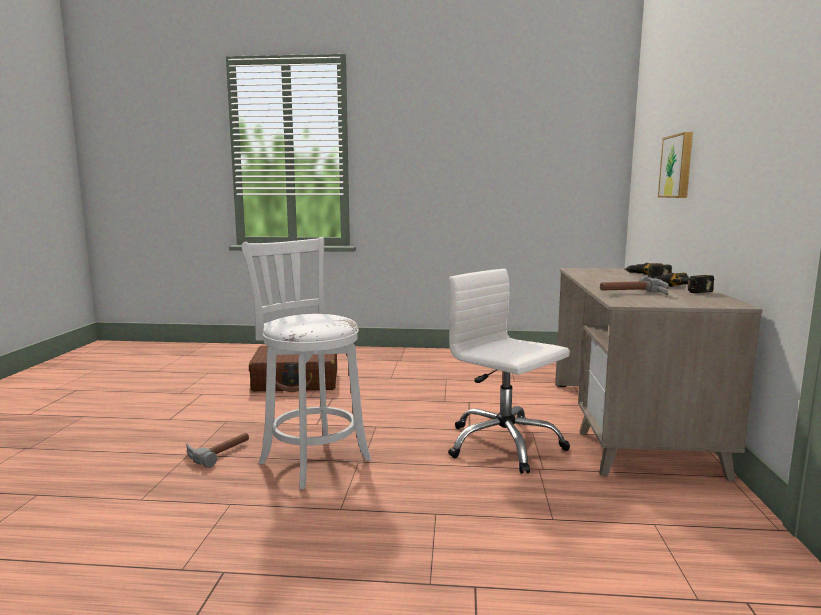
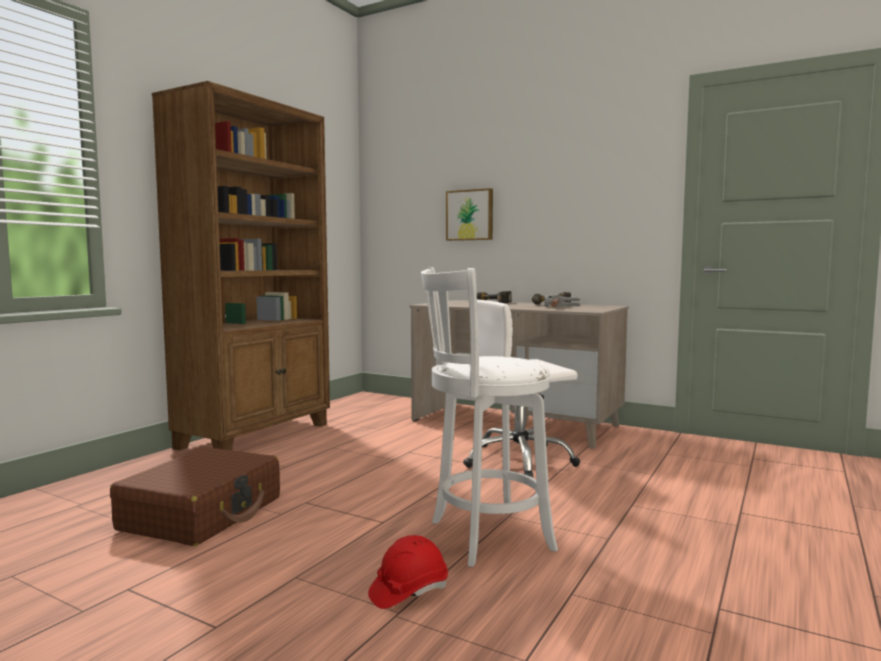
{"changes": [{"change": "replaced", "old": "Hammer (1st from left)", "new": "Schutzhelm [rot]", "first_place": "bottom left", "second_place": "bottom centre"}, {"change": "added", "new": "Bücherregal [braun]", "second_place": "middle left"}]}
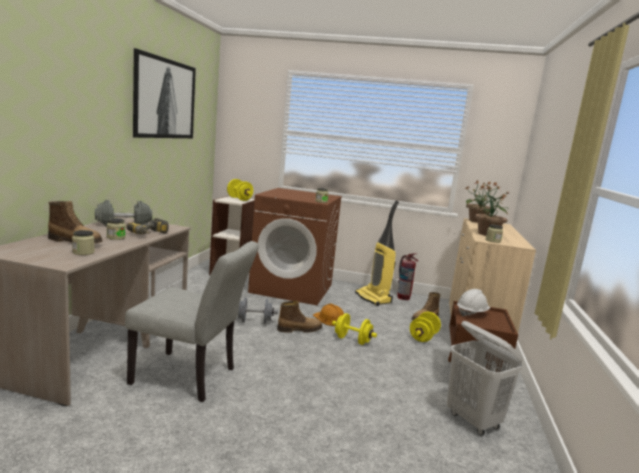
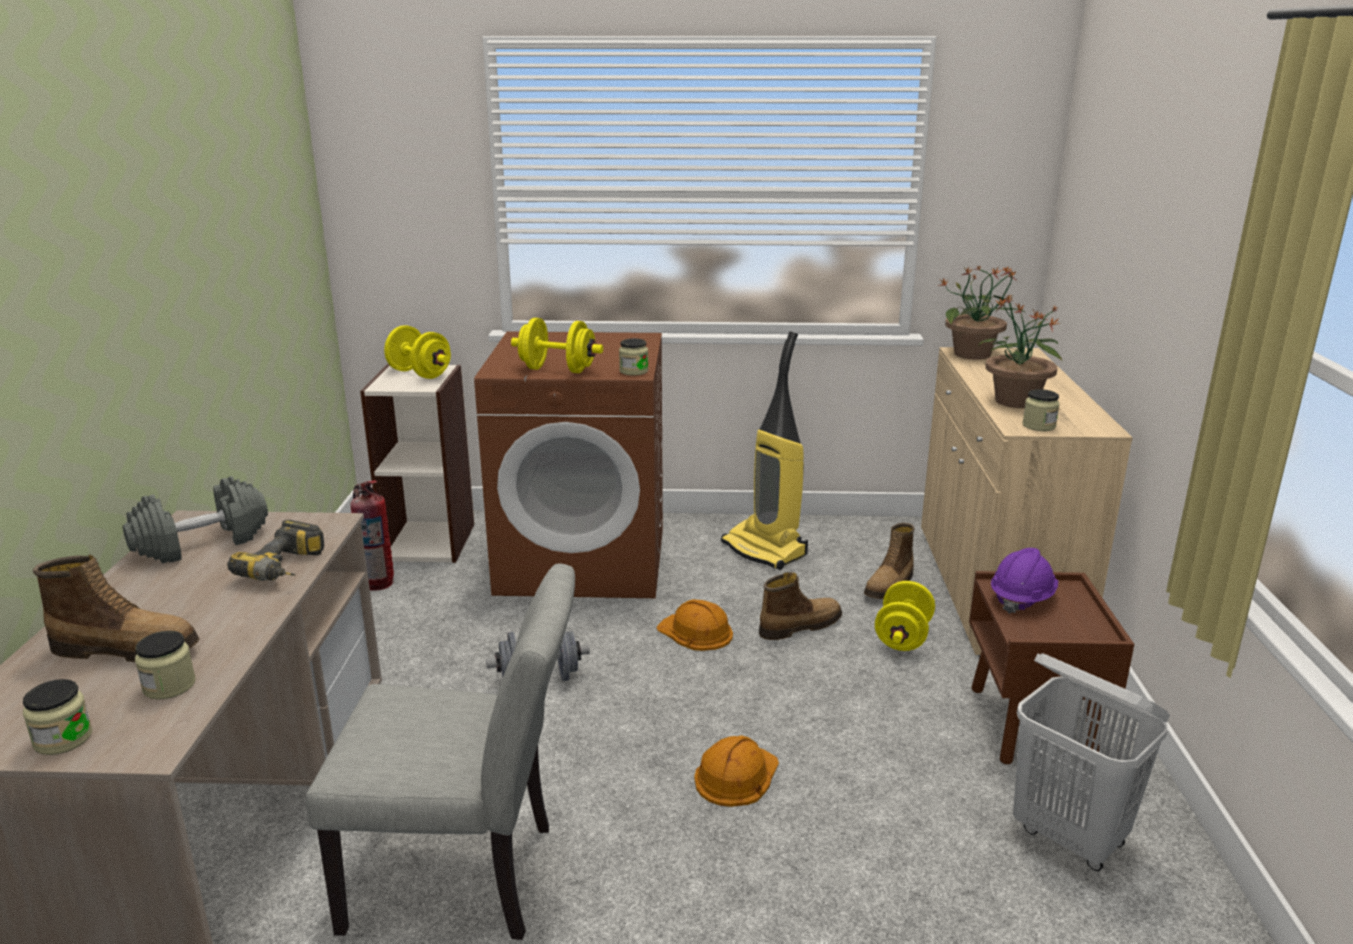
{"changes": [{"change": "removed", "old": "Bild", "first_place": "top left"}, {"change": "moved", "old": "Vorratsglas (2nd from left in the first image)", "new": "Vorratsglas (1st from left)", "first_place": "middle left", "second_place": "bottom left"}, {"change": "moved", "old": "Feuerlöscher", "first_place": "centre", "second_place": "middle left"}, {"change": "recoloured", "old": "Schutzhelm [weiß]", "new": "Schutzhelm [lila]", "first_place": "middle right", "second_place": "middle right"}, {"change": "moved", "old": "Stiefel (2nd from left)", "first_place": "bottom centre", "second_place": "centre"}, {"change": "moved", "old": "Hantel [gelb] (2nd from left)", "first_place": "bottom centre", "second_place": "centre"}, {"change": "added", "new": "Schutzhelm [orange] (2nd from left)", "second_place": "bottom centre"}]}
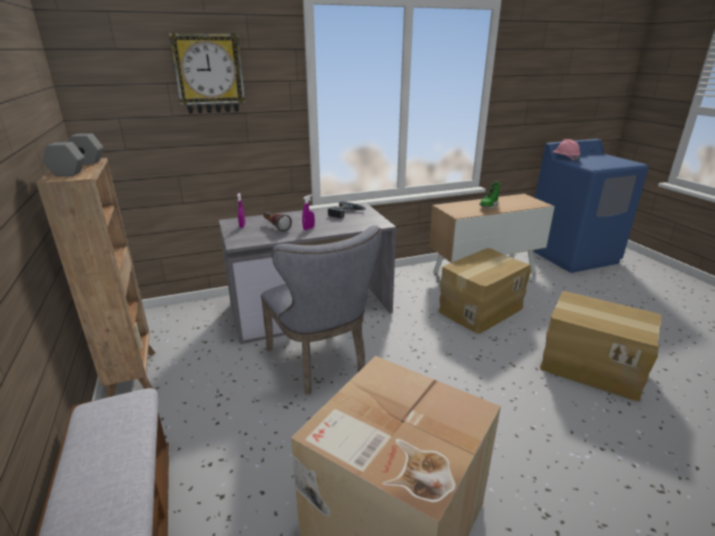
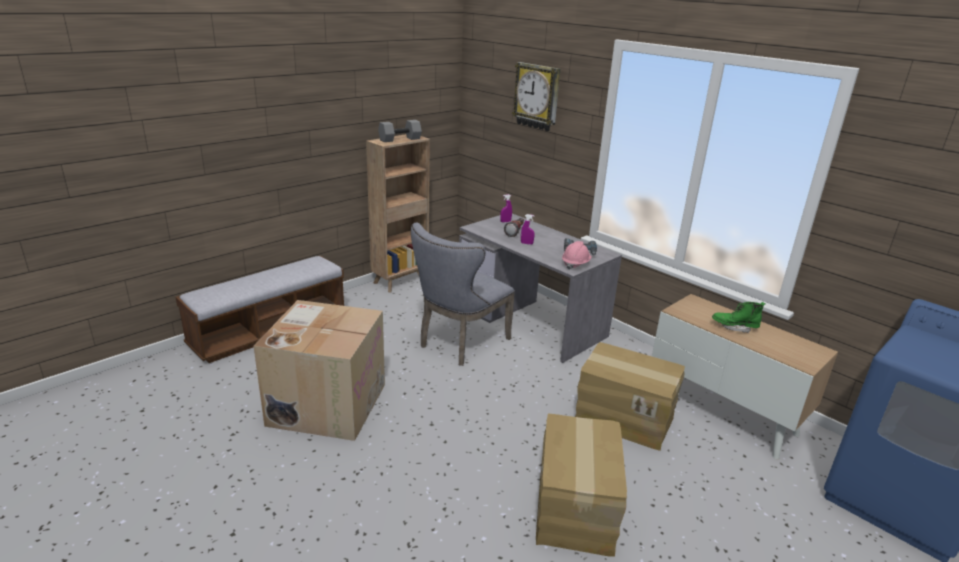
{"changes": [{"change": "moved", "old": "Schutzhelm [rosa]", "first_place": "top right", "second_place": "centre"}]}
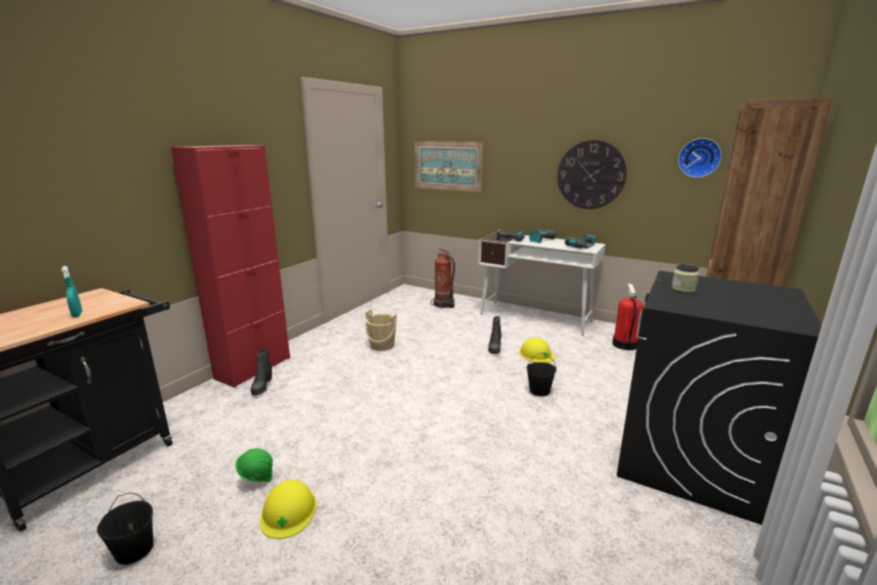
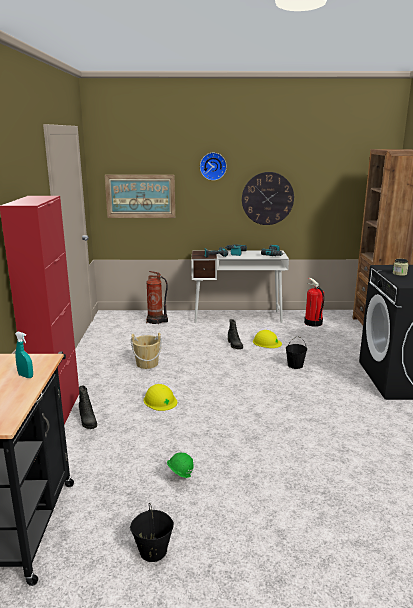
{"changes": [{"change": "moved", "old": "Wanduhr (2nd from left in the first image)", "new": "Wanduhr (1st from left)", "first_place": "top right", "second_place": "top centre"}, {"change": "moved", "old": "Schutzhelm [gelb] (1st from left)", "first_place": "bottom left", "second_place": "centre"}]}
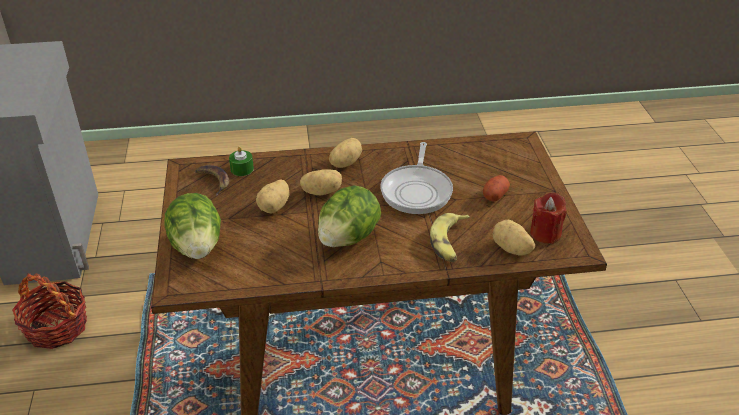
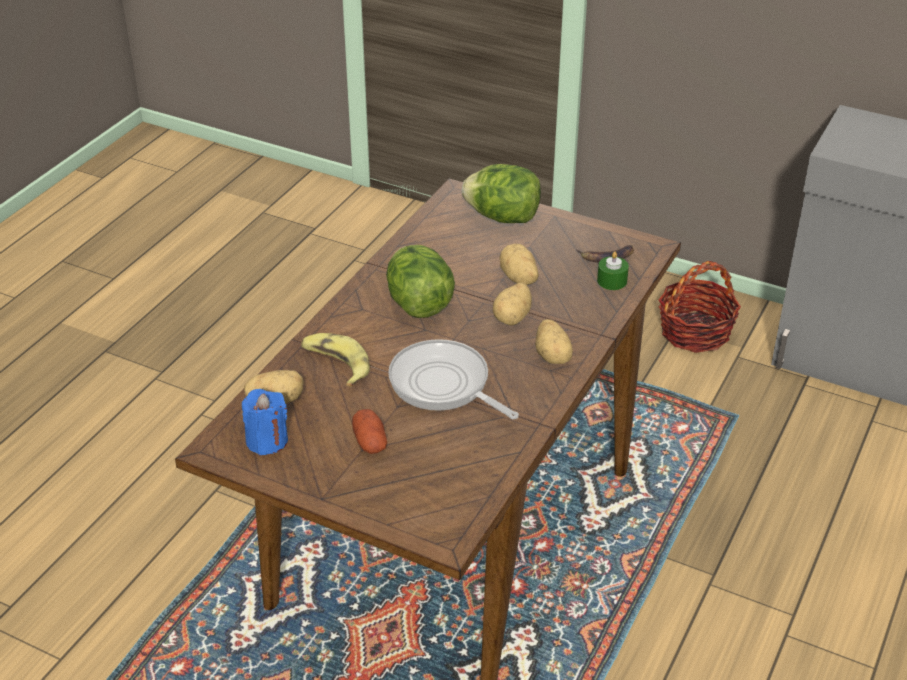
{"changes": [{"change": "recoloured", "old": "Kerze [rot]", "new": "Kerze [blau]", "first_place": "middle right", "second_place": "middle left"}]}
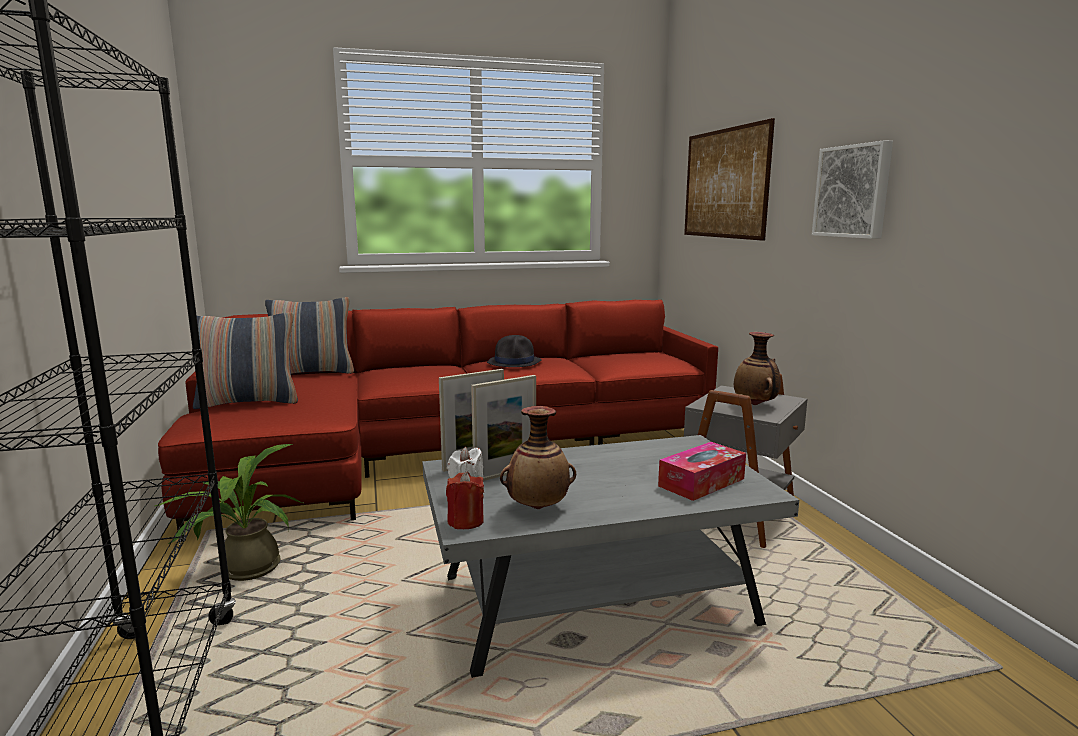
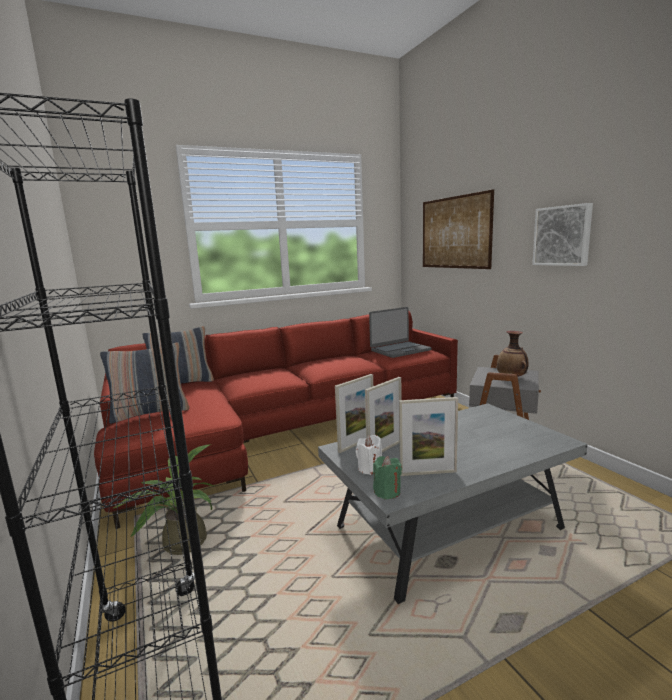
{"changes": [{"change": "removed", "old": "Hut [schwarz]", "first_place": "centre"}, {"change": "replaced", "old": "Vase (1st from left)", "new": "Bilderrahmen (3rd from left)", "first_place": "centre", "second_place": "centre"}, {"change": "removed", "old": "Taschentuchbox", "first_place": "centre"}, {"change": "recoloured", "old": "Kerze [rot]", "new": "Kerze [grün]", "first_place": "bottom centre", "second_place": "bottom centre"}, {"change": "added", "new": "Laptop", "second_place": "centre"}]}
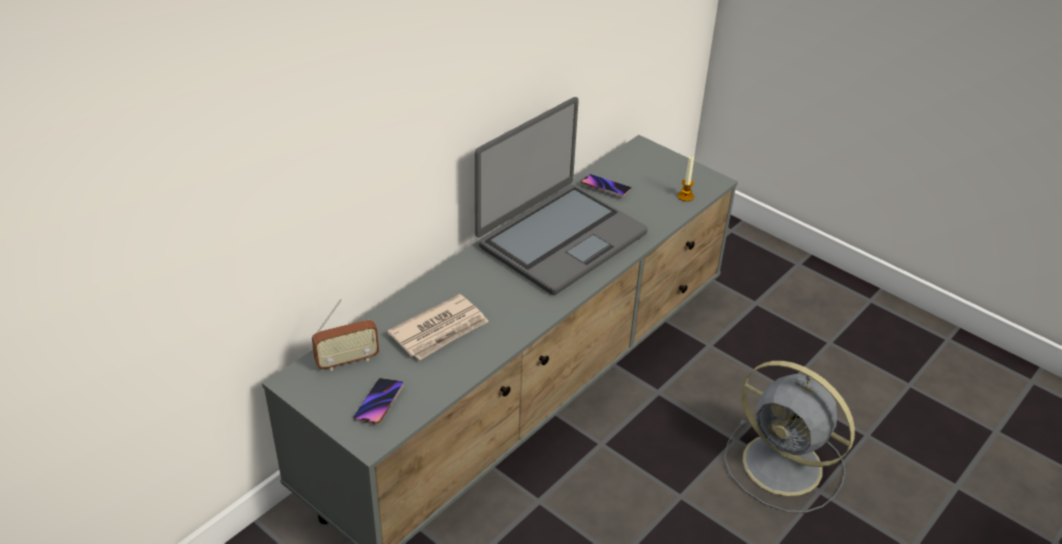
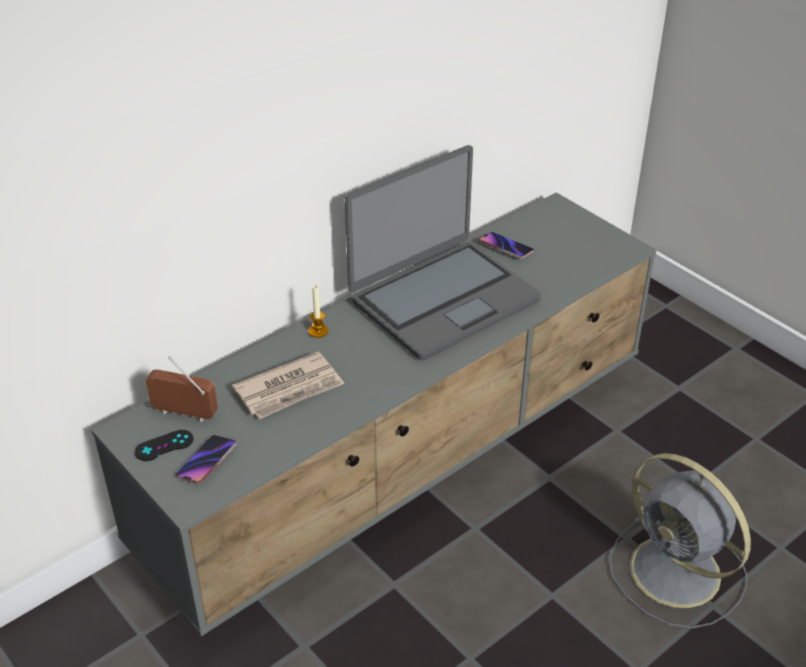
{"changes": [{"change": "moved", "old": "Kerze", "first_place": "top centre", "second_place": "centre"}, {"change": "turned", "old": "Radio", "first_place": "middle left", "second_place": "middle left", "degrees": -150}, {"change": "added", "new": "Gamepad [schwarz]", "second_place": "bottom left"}]}
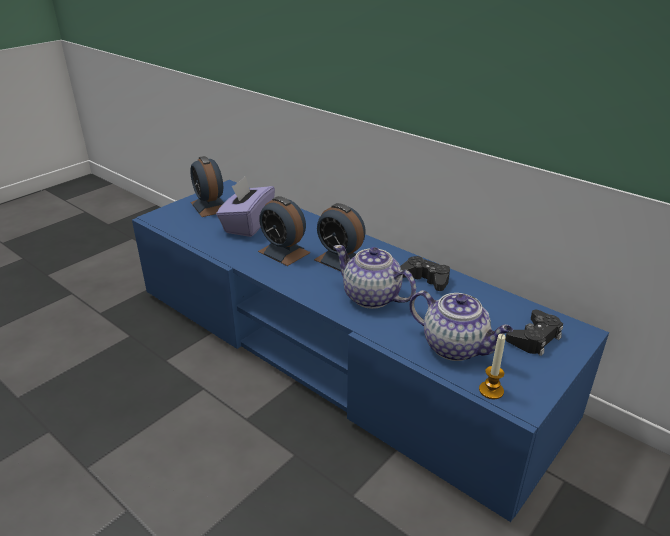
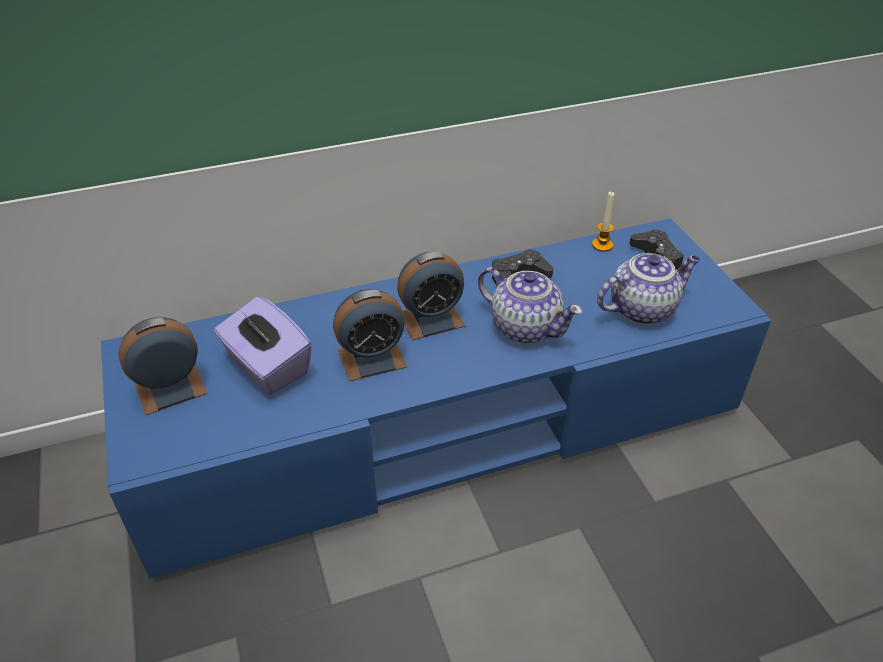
{"changes": [{"change": "turned", "old": "Wecker (1st from left)", "first_place": "middle left", "second_place": "middle left", "degrees": 150}, {"change": "turned", "old": "Teekanne (1st from left)", "first_place": "centre", "second_place": "centre", "degrees": -120}, {"change": "moved", "old": "Kerze", "first_place": "bottom right", "second_place": "middle right"}]}
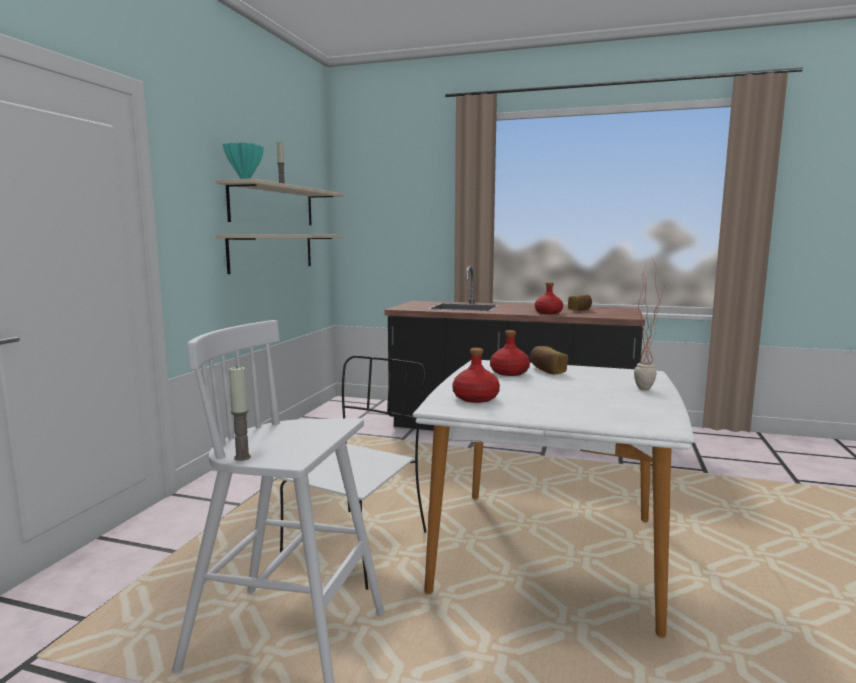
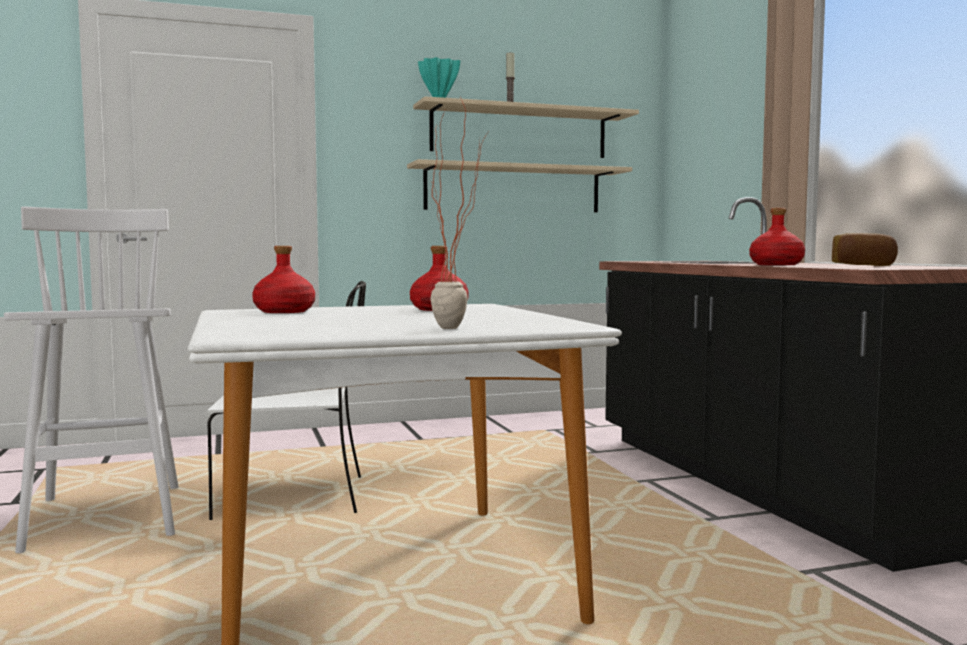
{"changes": [{"change": "removed", "old": "Brot (1st from left)", "first_place": "centre"}, {"change": "removed", "old": "Kerze (1st from left)", "first_place": "middle left"}]}
